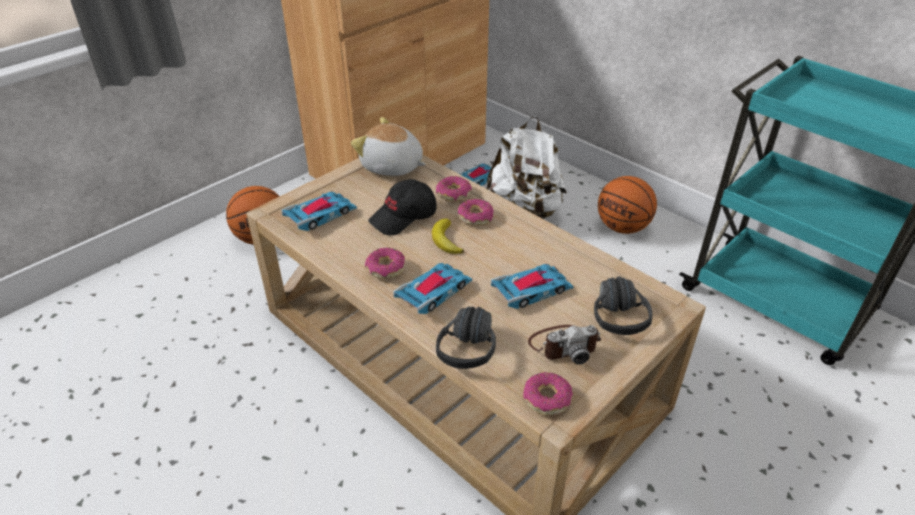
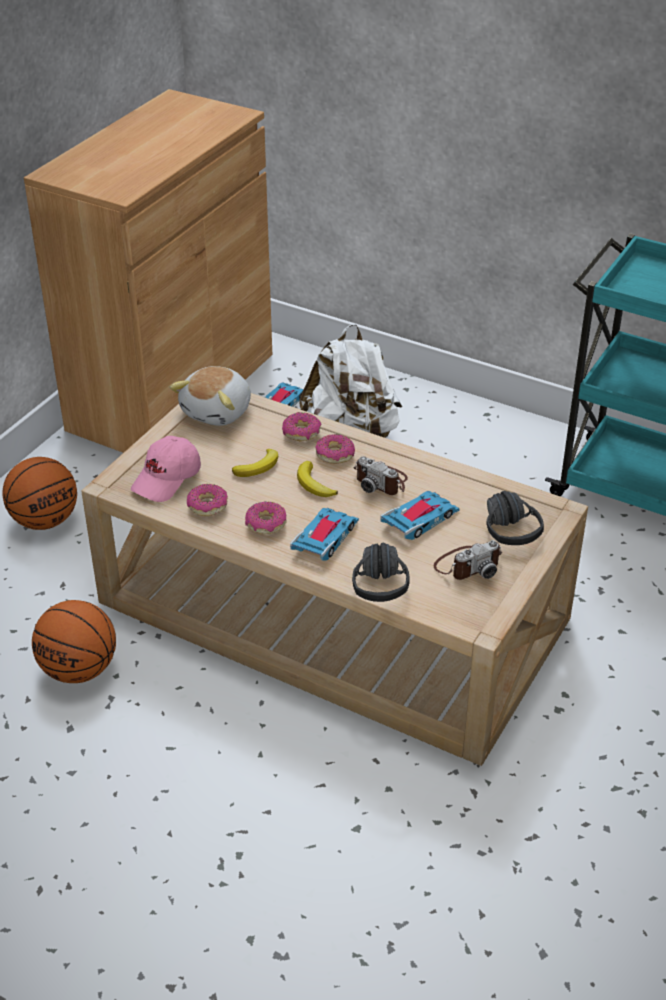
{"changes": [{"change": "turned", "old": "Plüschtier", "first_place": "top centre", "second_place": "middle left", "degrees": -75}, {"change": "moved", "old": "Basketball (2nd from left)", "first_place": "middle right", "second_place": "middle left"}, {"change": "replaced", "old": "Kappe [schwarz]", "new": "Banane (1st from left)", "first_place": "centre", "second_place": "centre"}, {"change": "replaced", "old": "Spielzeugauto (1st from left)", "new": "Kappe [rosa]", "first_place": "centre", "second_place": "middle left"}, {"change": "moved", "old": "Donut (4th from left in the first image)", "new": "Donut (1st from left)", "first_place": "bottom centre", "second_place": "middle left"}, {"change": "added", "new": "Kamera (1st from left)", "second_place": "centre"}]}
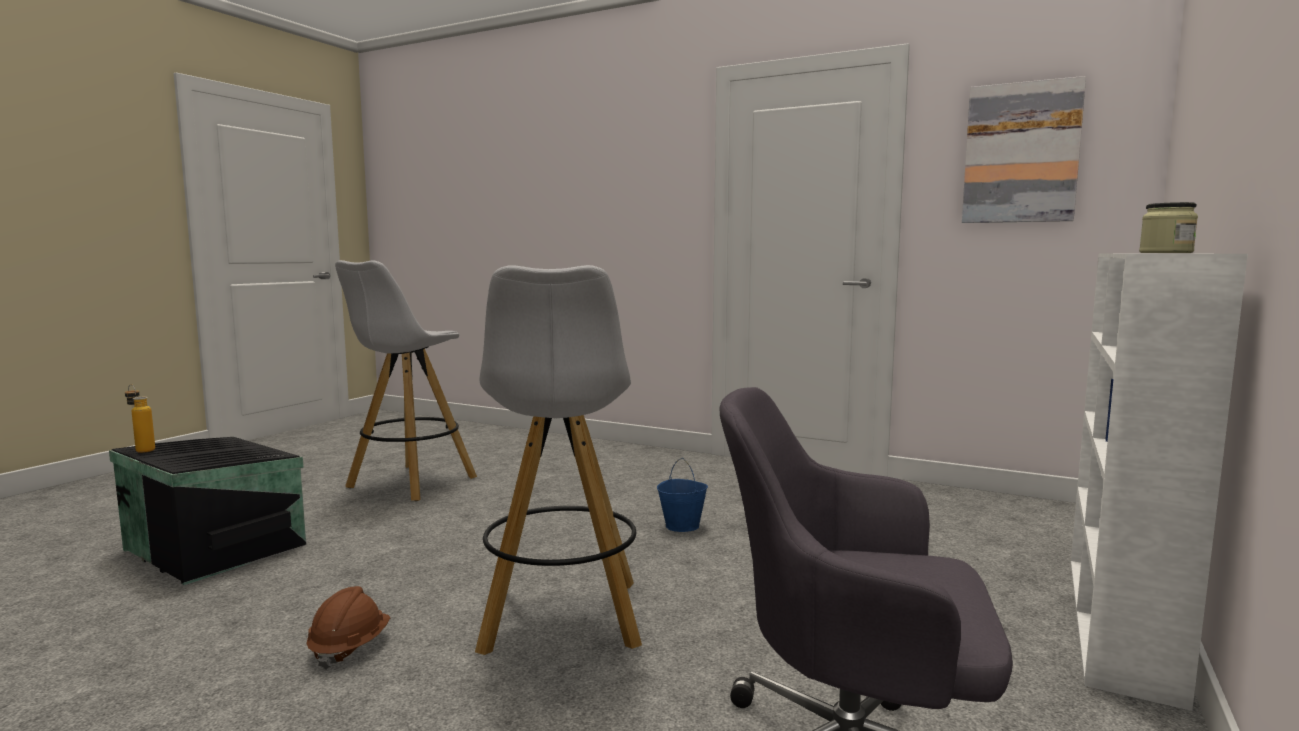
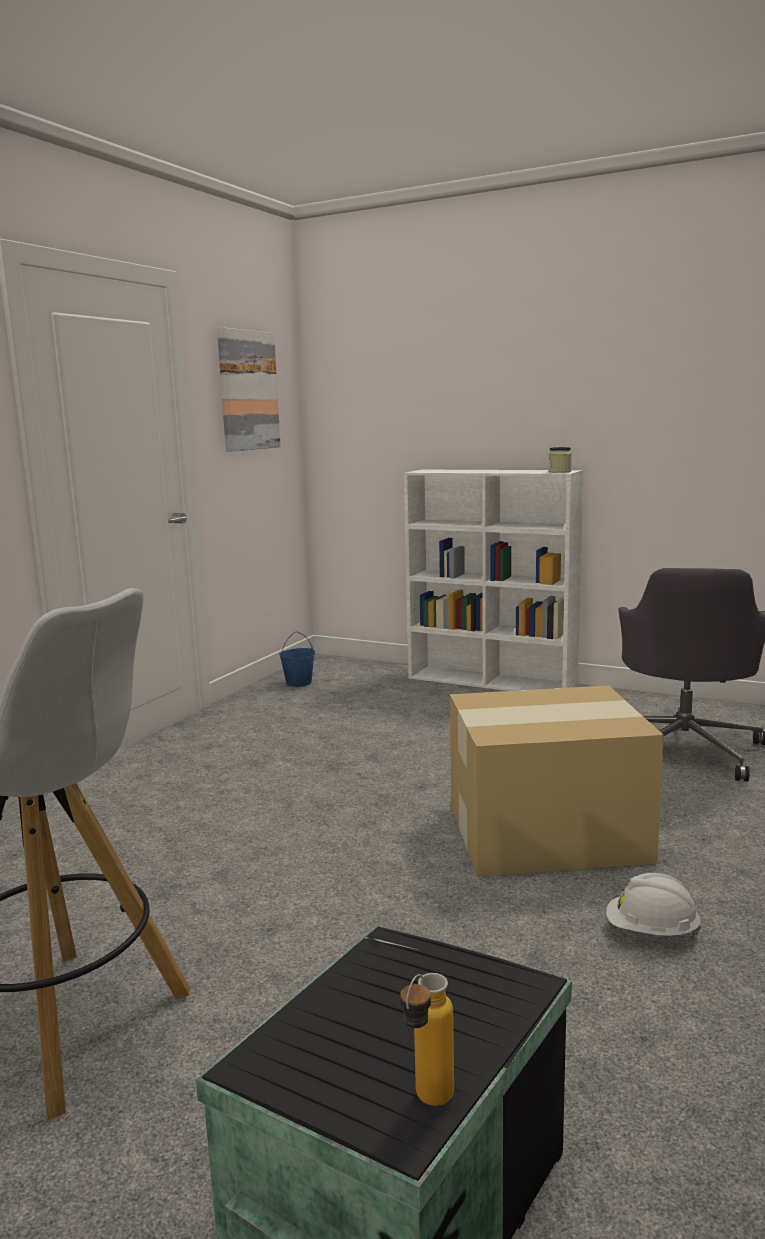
{"changes": [{"change": "replaced", "old": "Hocker [weiß] (2nd from left)", "new": "Karton", "first_place": "centre", "second_place": "middle right"}, {"change": "moved", "old": "Eimer [blau]", "first_place": "bottom centre", "second_place": "centre"}, {"change": "recoloured", "old": "Schutzhelm [braun]", "new": "Schutzhelm [weiß]", "first_place": "bottom left", "second_place": "bottom right"}]}
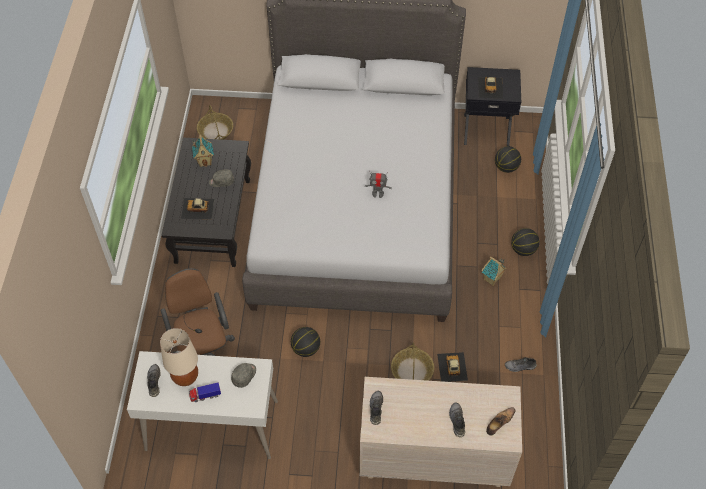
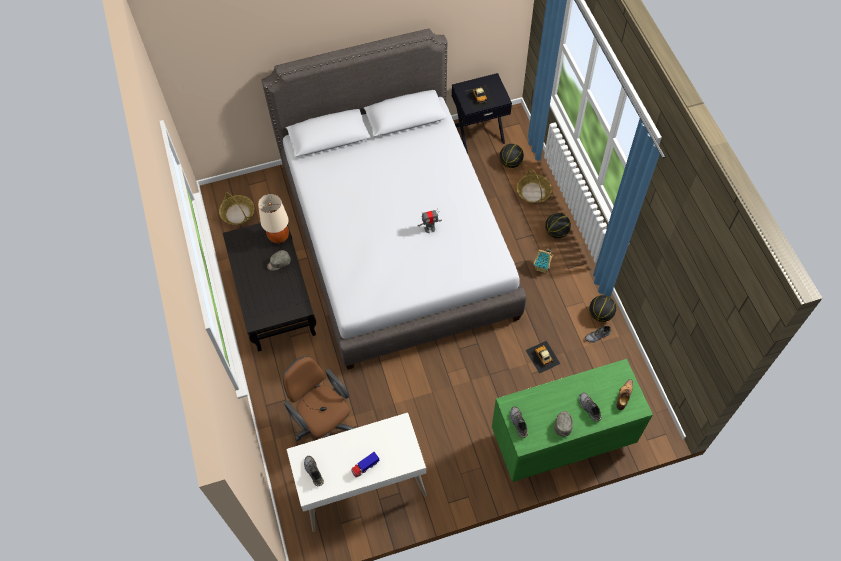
{"changes": [{"change": "removed", "old": "Spielzeughaus (1st from left)", "first_place": "top left"}, {"change": "removed", "old": "Spielzeugauto (1st from left)", "first_place": "middle left"}, {"change": "moved", "old": "Basketball (1st from left in the first image)", "new": "Basketball (3rd from left)", "first_place": "bottom centre", "second_place": "middle right"}, {"change": "moved", "old": "Tischlampe [beige]", "first_place": "bottom left", "second_place": "middle left"}, {"change": "moved", "old": "Korb (2nd from left)", "first_place": "bottom centre", "second_place": "top centre"}, {"change": "moved", "old": "Kappe [grau] (2nd from left)", "first_place": "bottom centre", "second_place": "bottom right"}, {"change": "recoloured", "old": "Kommode [beige]", "new": "Kommode [grün]", "first_place": "bottom centre", "second_place": "bottom right"}]}
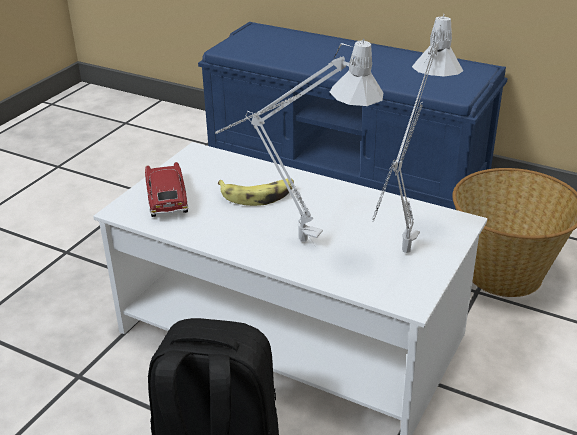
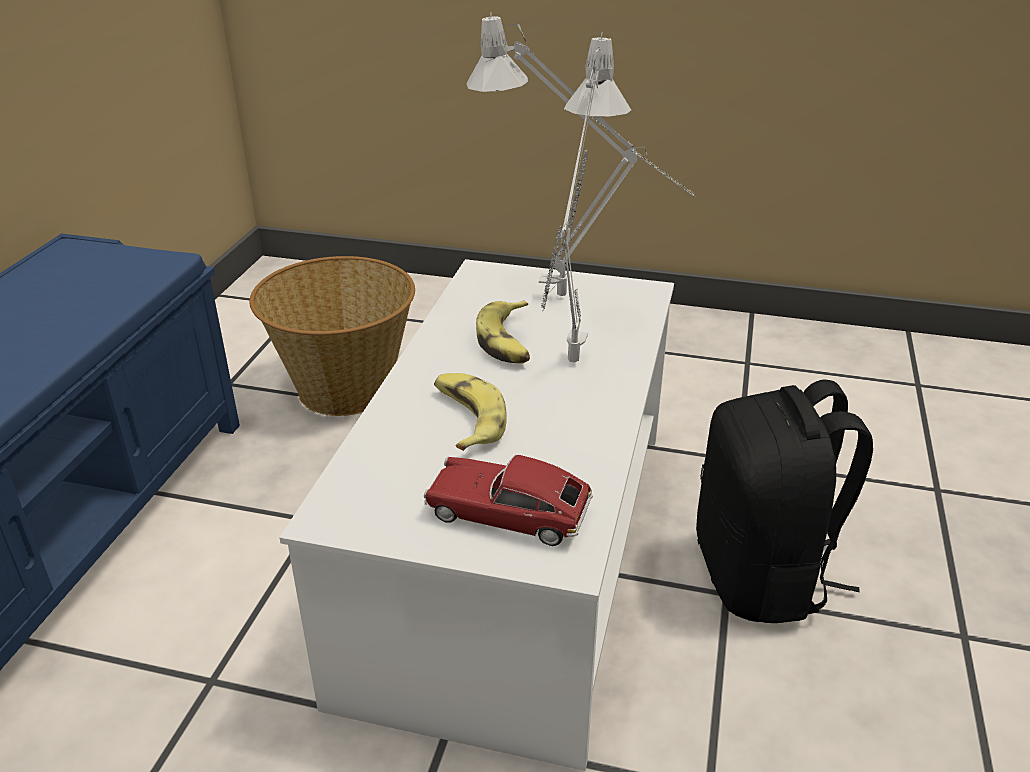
{"changes": [{"change": "turned", "old": "Spielzeugauto", "first_place": "middle left", "second_place": "centre", "degrees": 45}, {"change": "added", "new": "Banane (2nd from left)", "second_place": "centre"}]}
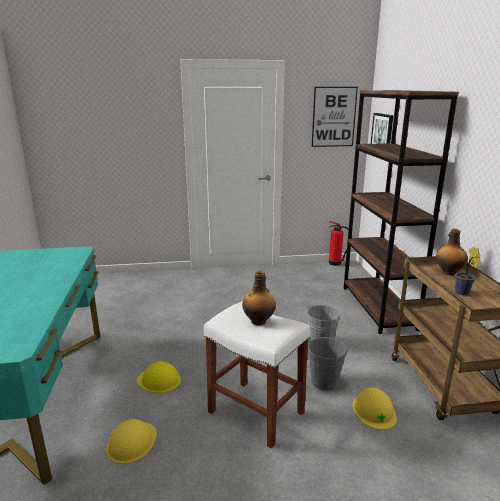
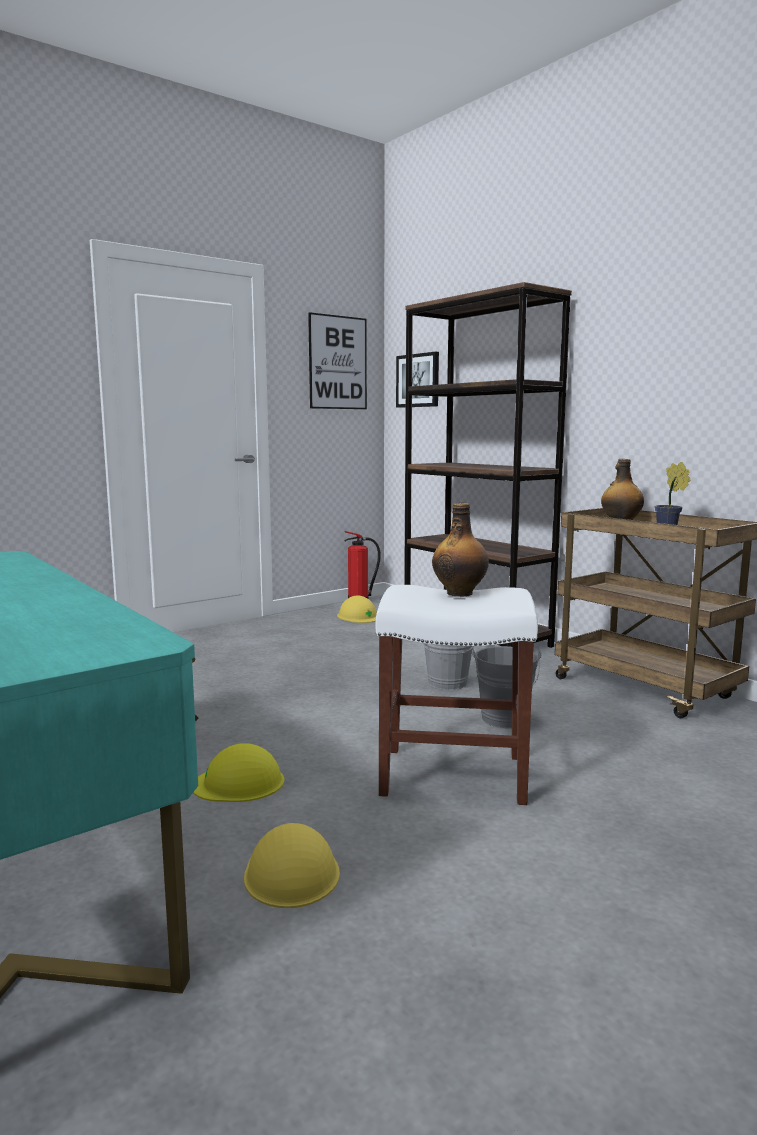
{"changes": [{"change": "moved", "old": "Schutzhelm [gelb] (3rd from left)", "first_place": "bottom right", "second_place": "centre"}]}
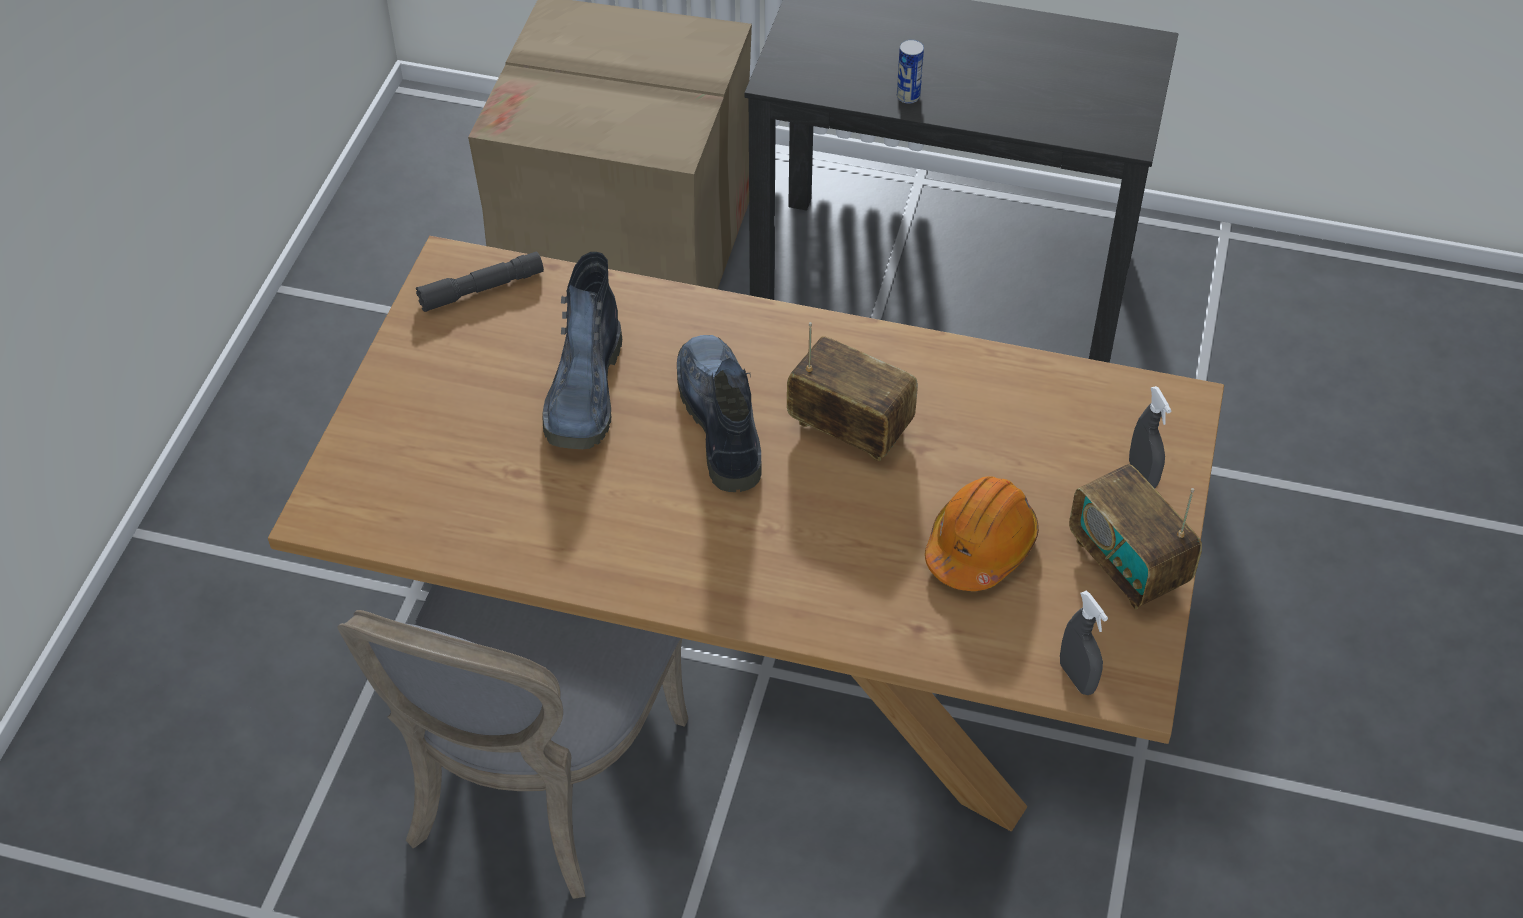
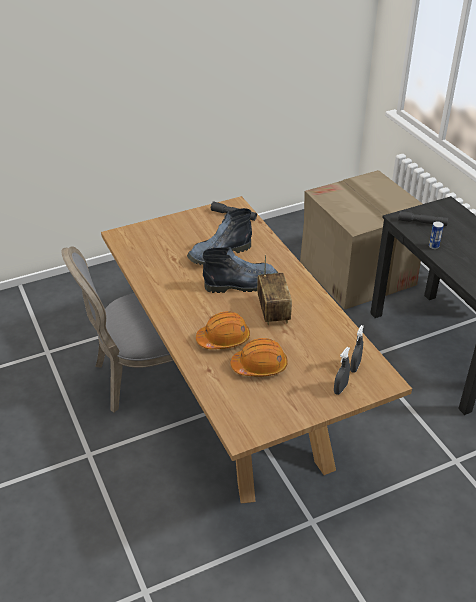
{"changes": [{"change": "turned", "old": "Stiefel (2nd from left)", "first_place": "centre", "second_place": "centre", "degrees": 45}, {"change": "removed", "old": "Radio (2nd from left)", "first_place": "middle right"}, {"change": "moved", "old": "Sprühflasche [grau] (1st from left in the first image)", "new": "Sprühflasche [grau] (2nd from left)", "first_place": "bottom right", "second_place": "middle right"}, {"change": "added", "new": "Taschenlampe [grau] (2nd from left)", "second_place": "middle right"}, {"change": "added", "new": "Schutzhelm [orange] (1st from left)", "second_place": "centre"}]}
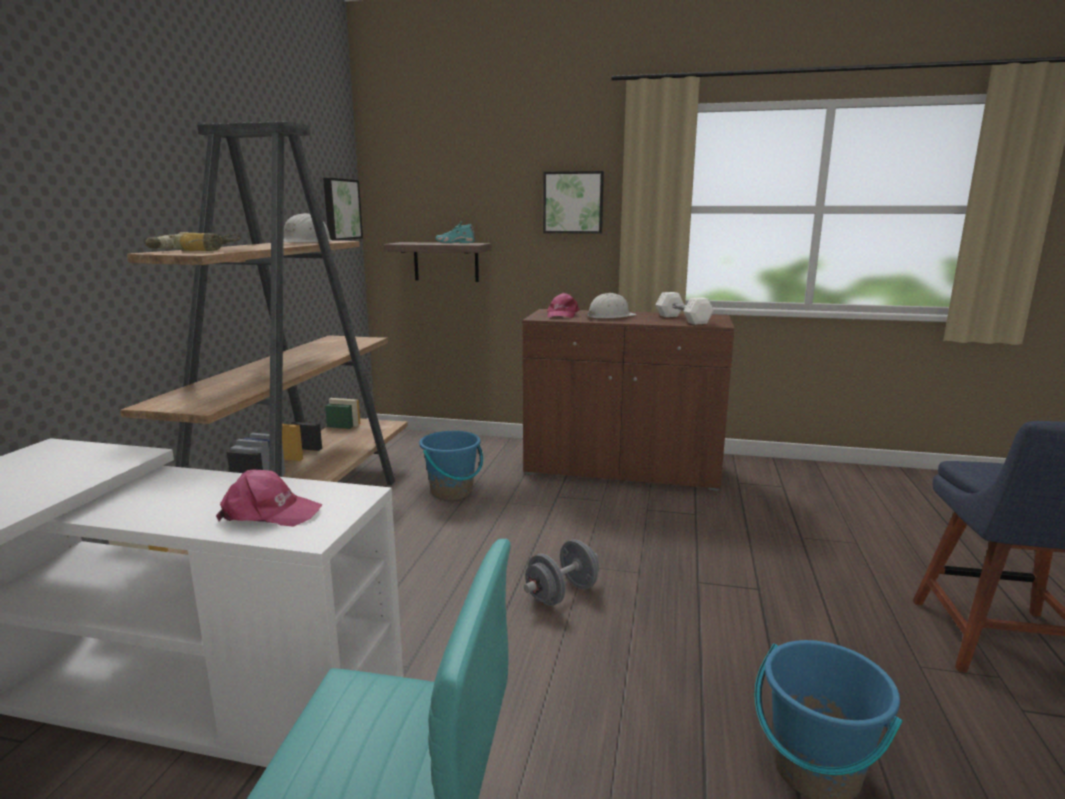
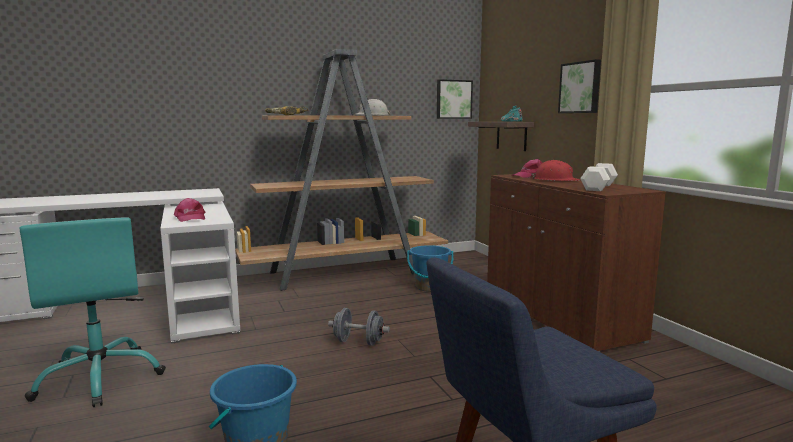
{"changes": [{"change": "recoloured", "old": "Schutzhelm [weiß] (2nd from left)", "new": "Schutzhelm [rot]", "first_place": "centre", "second_place": "middle right"}]}
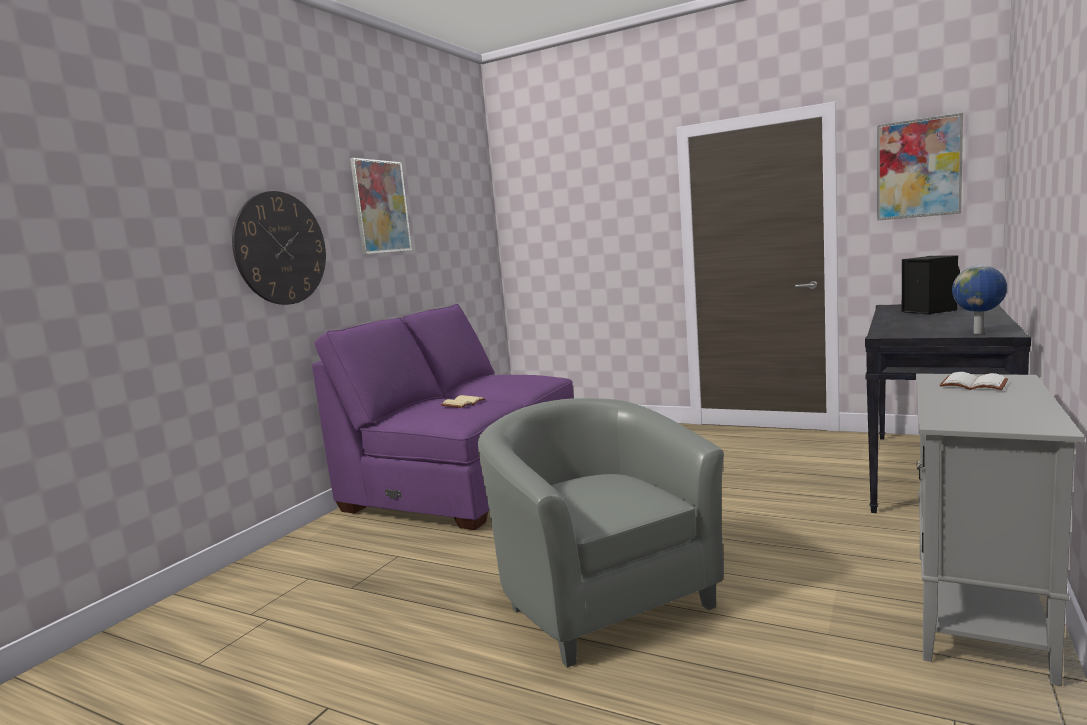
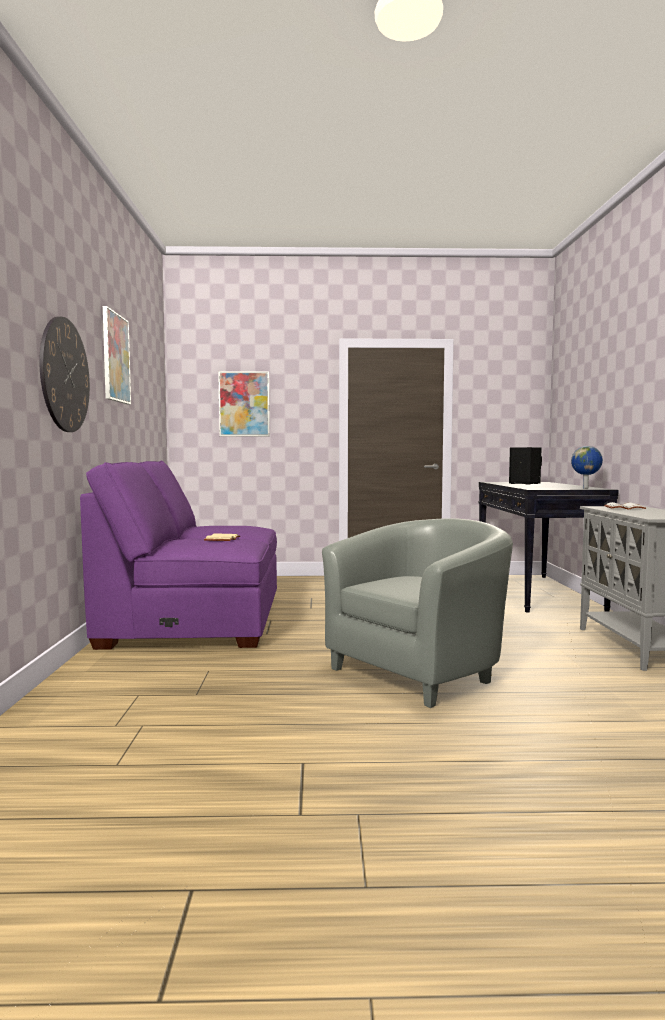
{"changes": [{"change": "moved", "old": "Bild (2nd from left)", "first_place": "top right", "second_place": "centre"}, {"change": "turned", "old": "Sessel [grau]", "first_place": "bottom centre", "second_place": "centre", "degrees": 105}]}
